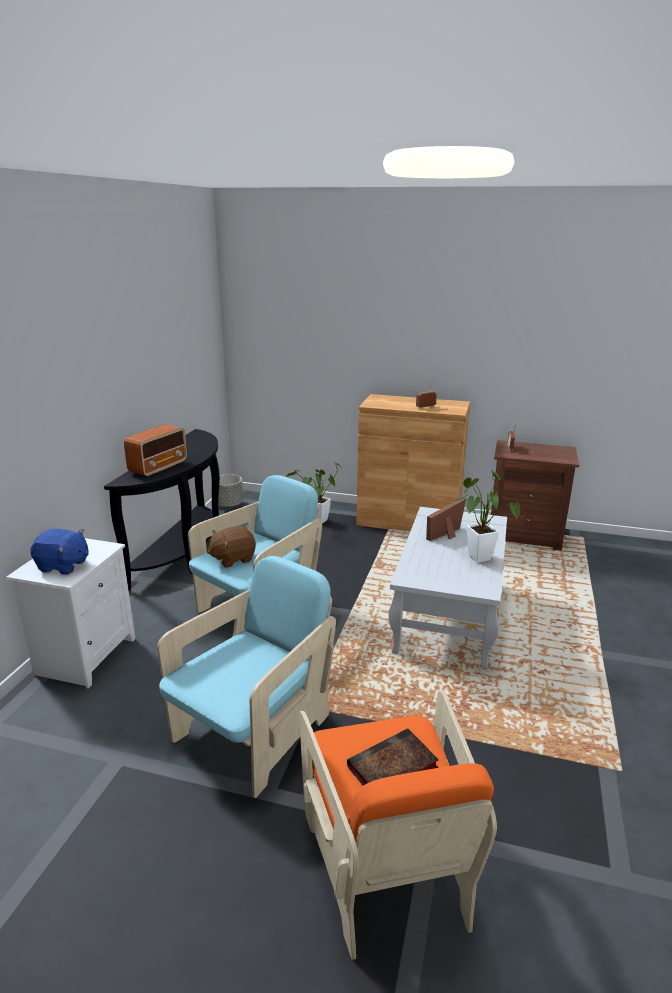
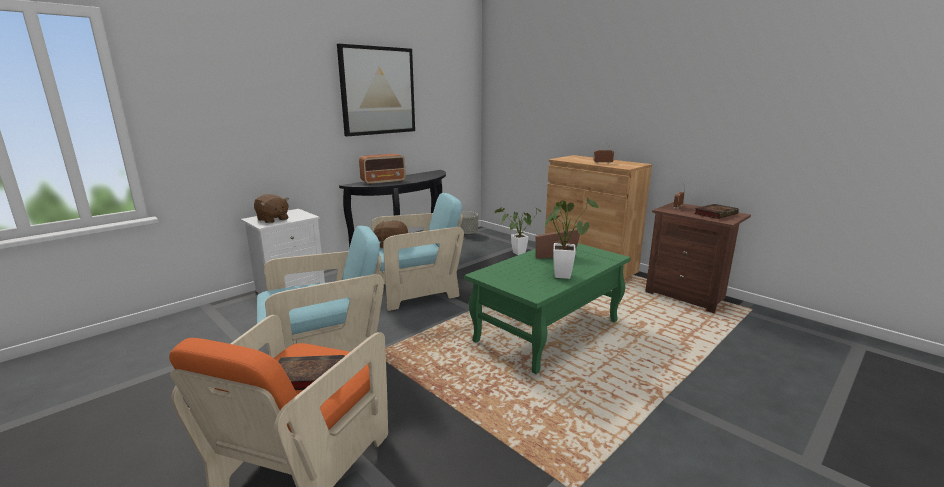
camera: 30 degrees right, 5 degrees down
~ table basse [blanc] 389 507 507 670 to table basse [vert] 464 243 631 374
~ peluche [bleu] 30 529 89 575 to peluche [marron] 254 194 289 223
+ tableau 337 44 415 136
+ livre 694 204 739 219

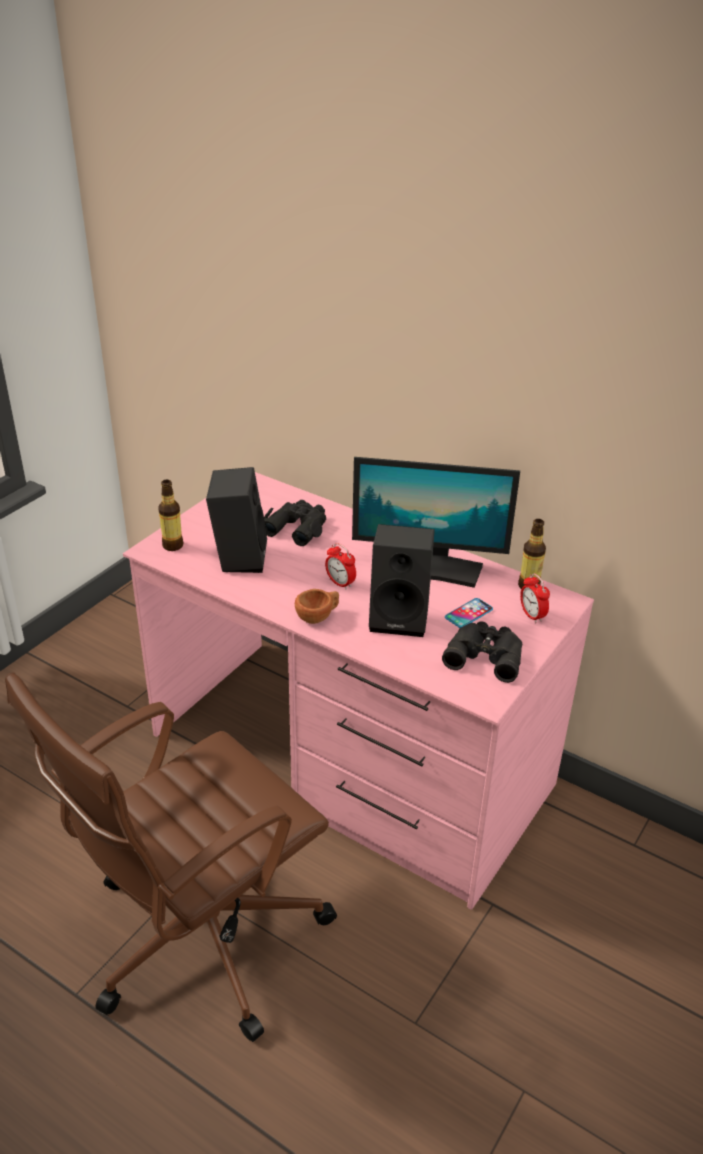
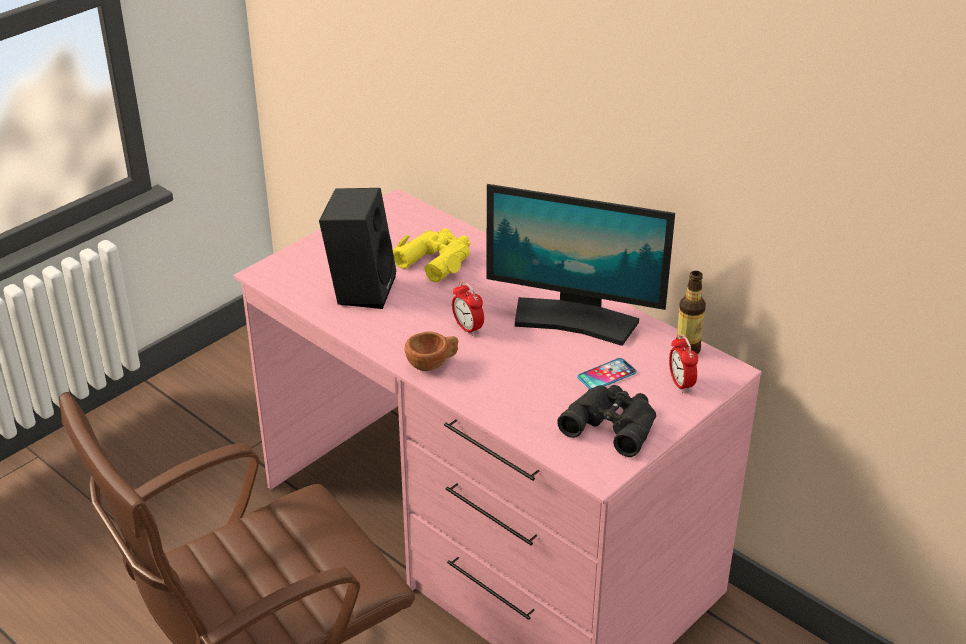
camera: 10 degrees right, 0 degrees up
- bouteille 158 480 183 551
~ jumelles [noir] 264 500 326 546 to jumelles [jaune] 393 228 470 282
- enceinte [noir] 369 524 435 637

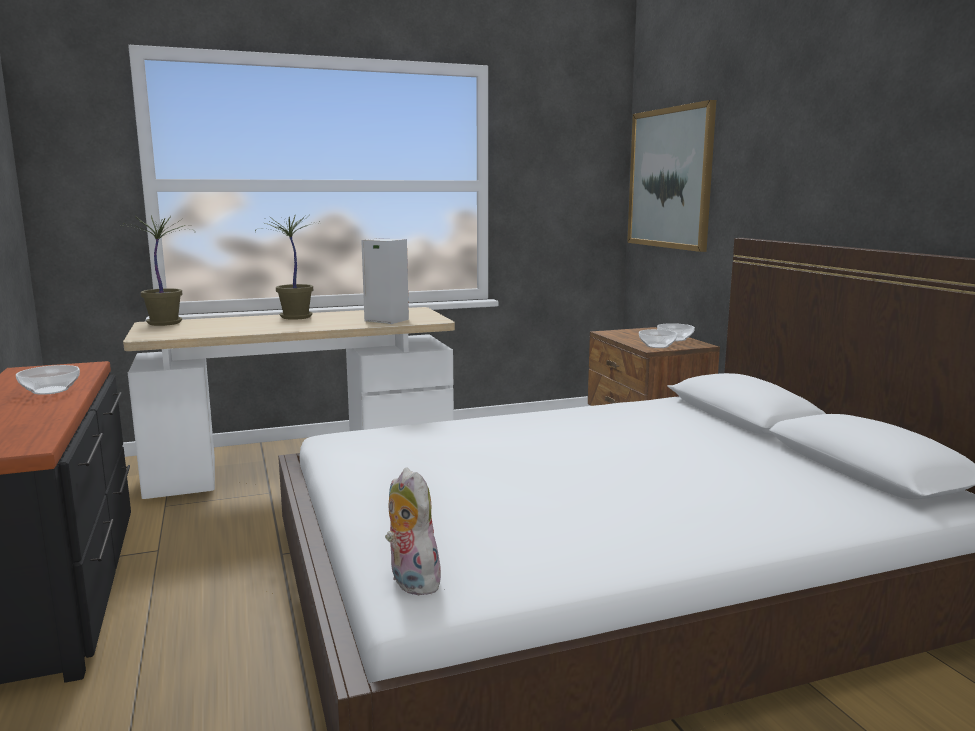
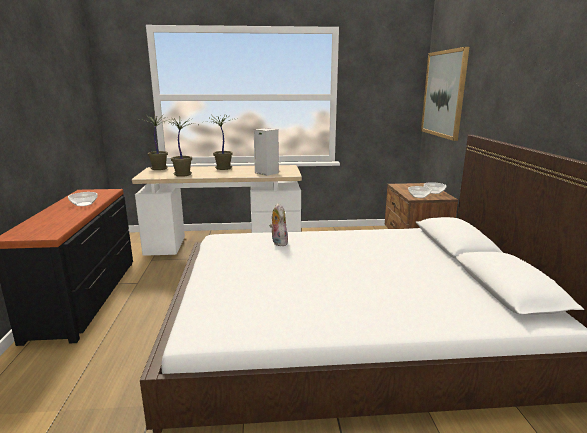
camera: 15 degrees right, 5 degrees up
~ peluche 385 468 441 595 to 269 203 288 246
+ plante en pot 162 116 199 177

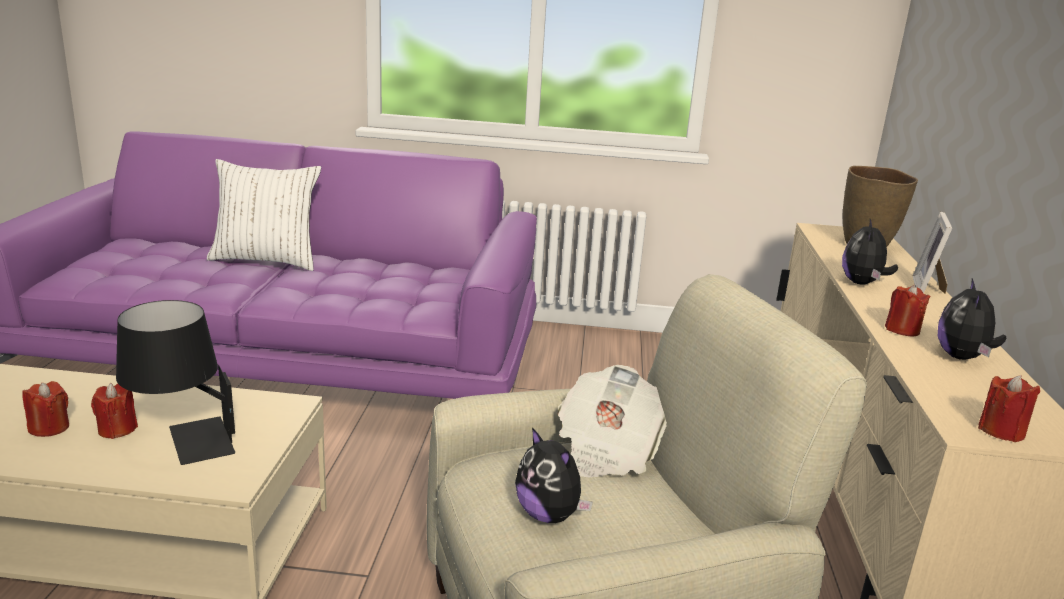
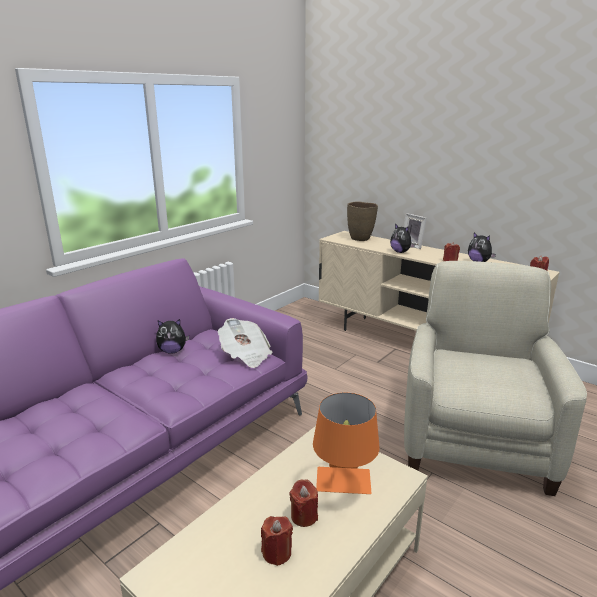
camera: 55 degrees left, 0 degrees up
- coussin [blanc] 207 159 321 271
~ lampe de table [noir] 116 300 235 465 to lampe de table [orange] 313 393 380 494
~ journal 557 365 667 478 to 218 318 273 368
~ peluche 515 427 593 523 to 156 319 189 354

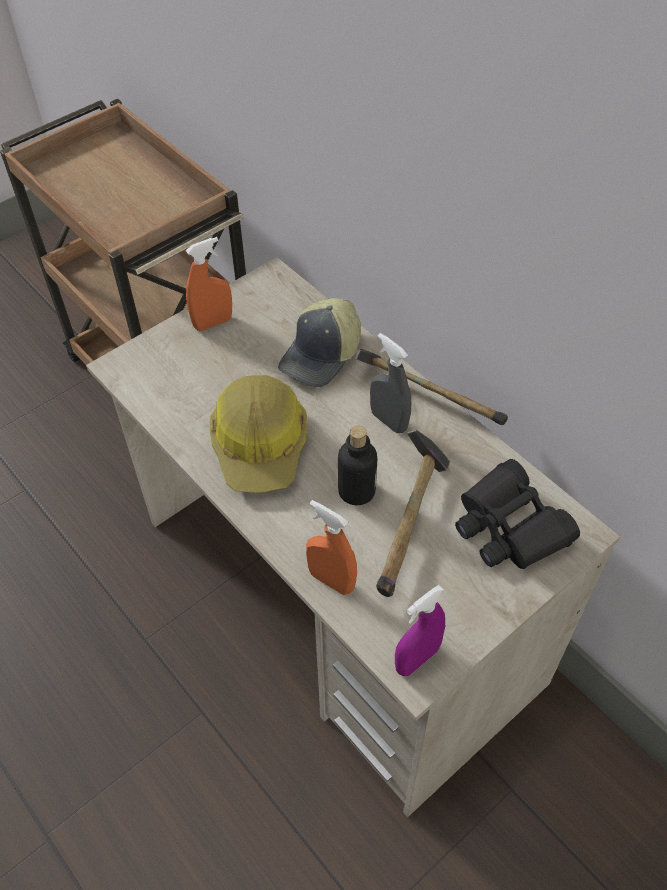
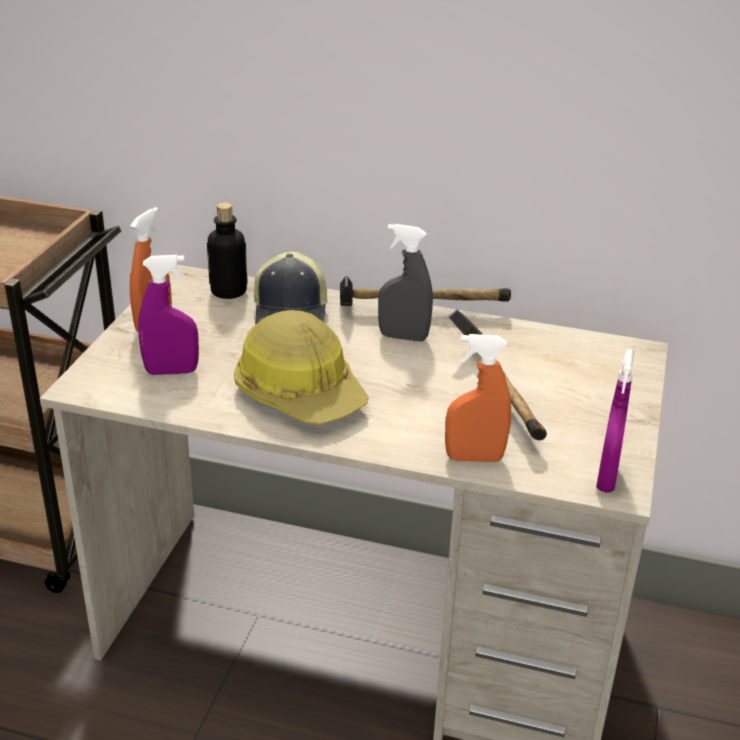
camera: 35 degrees left, 20 degrees down
~ bouteille 338 425 377 505 to 207 203 248 299
- jumelles [noir] 455 459 580 569
+ vaporisateur [violet] 138 255 199 375

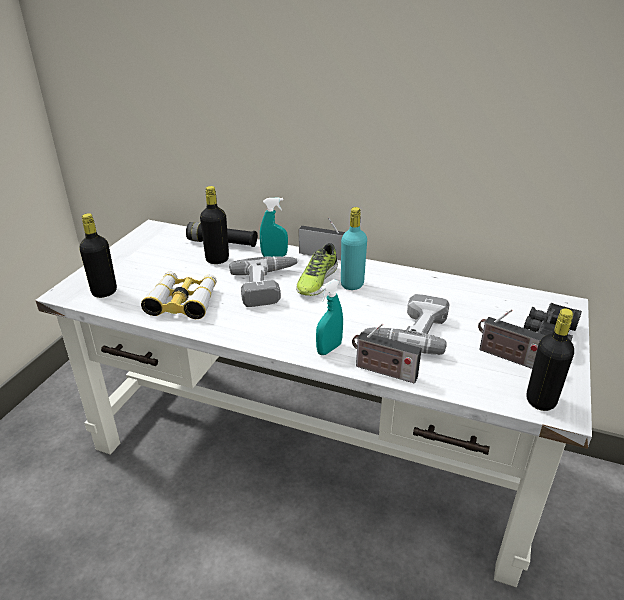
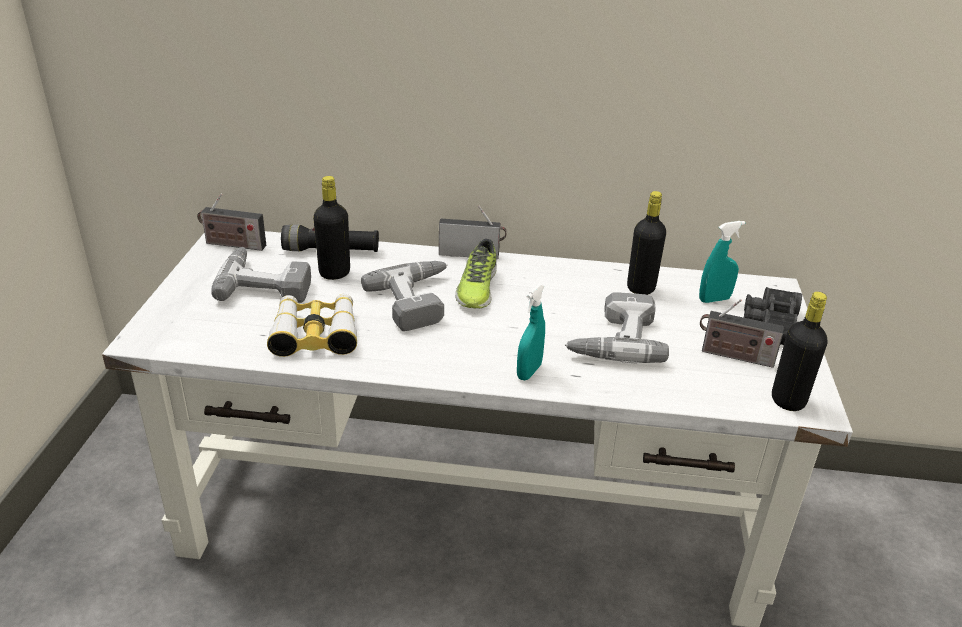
camera: 15 degrees left, 0 degrees up
~ vaporisateur [turquoise] 260 197 288 257 to 699 221 745 303
- bouteille [turquoise] 341 207 367 290
~ bouteille [noir] 79 213 117 298 to 627 191 666 295
~ radio 352 323 422 383 to 197 194 266 251
+ perceuse 211 247 311 303

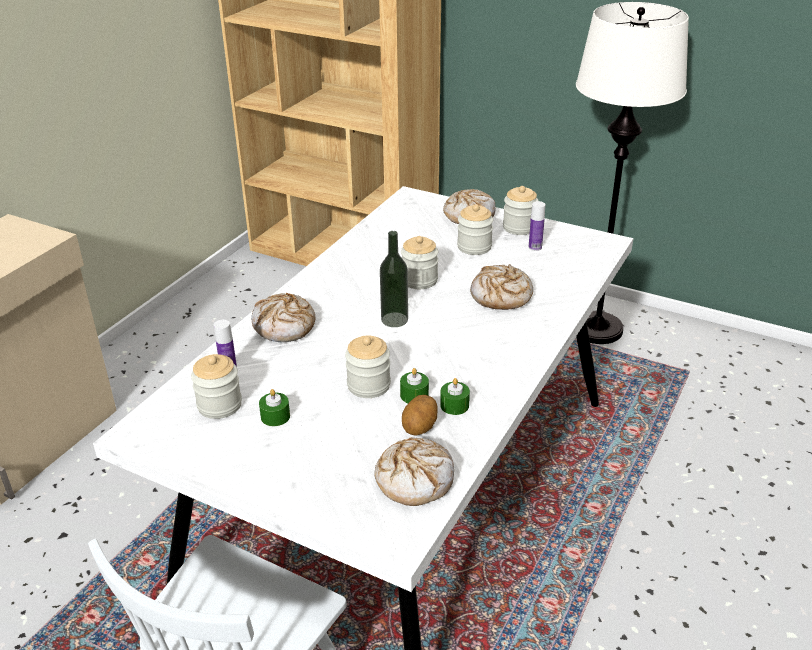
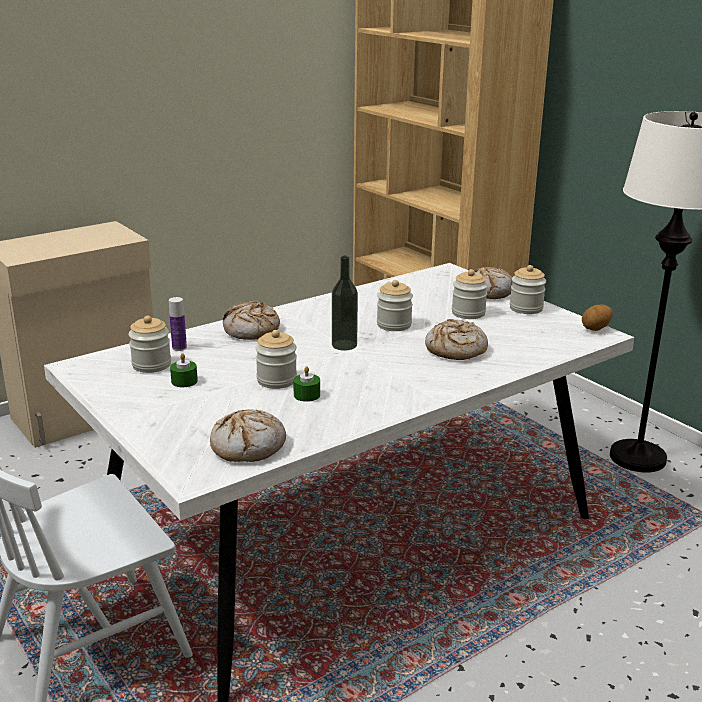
camera: 25 degrees right, 10 degrees down
- bouteille 529 201 545 251
- bougie [vert] 440 378 470 415
~ pomme de terre 402 395 438 436 to 582 304 613 331

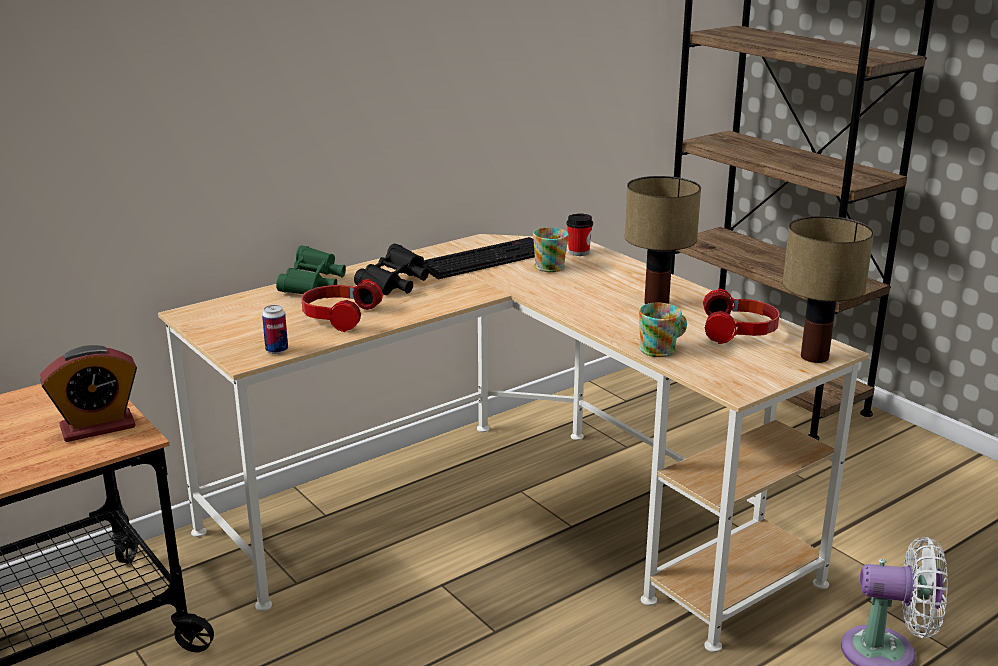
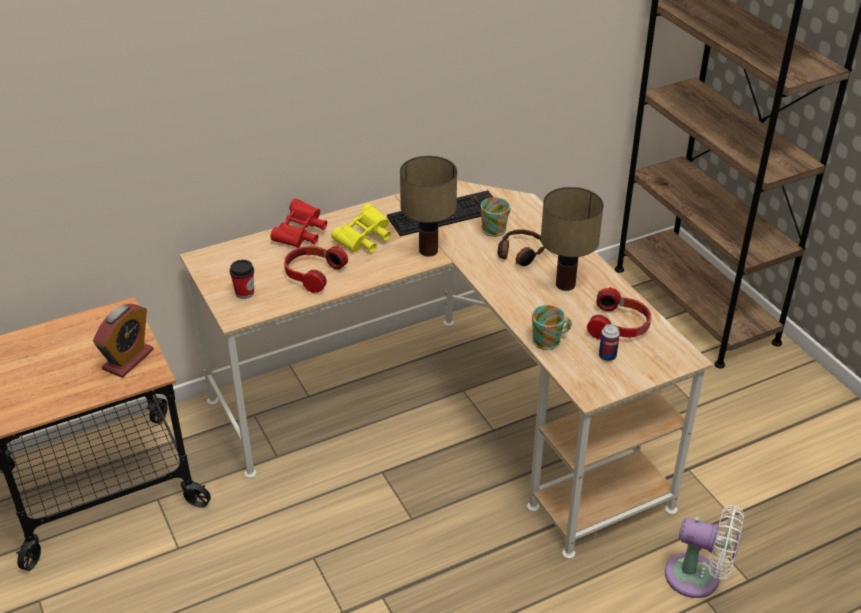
camera: 10 degrees right, 15 degrees up
~ tasse 567 213 593 256 to 230 260 254 299
~ lampe de table 783 216 874 363 to 400 156 457 257
~ jumelles [noir] 354 244 429 295 to jumelles [jaune] 331 203 391 253
~ jumelles [vert] 276 245 346 294 to jumelles [rouge] 270 199 327 248
~ boîte métallique 262 305 288 354 to 599 324 620 361
~ réveil 40 345 137 442 = 93 304 154 378 45 degrees counterclockwise
+ casque audio 498 229 545 266

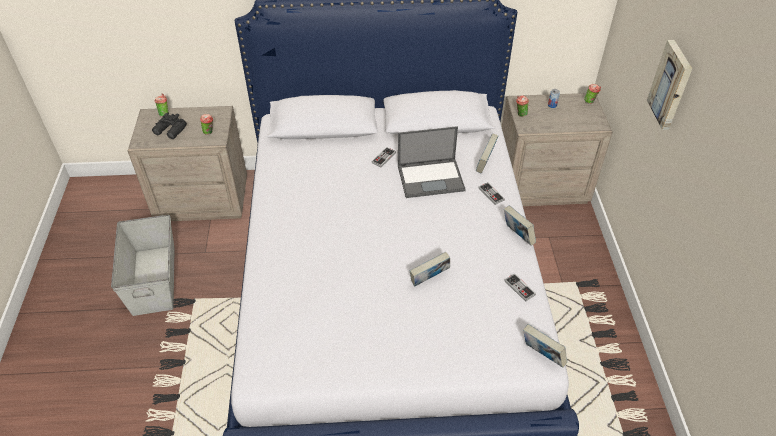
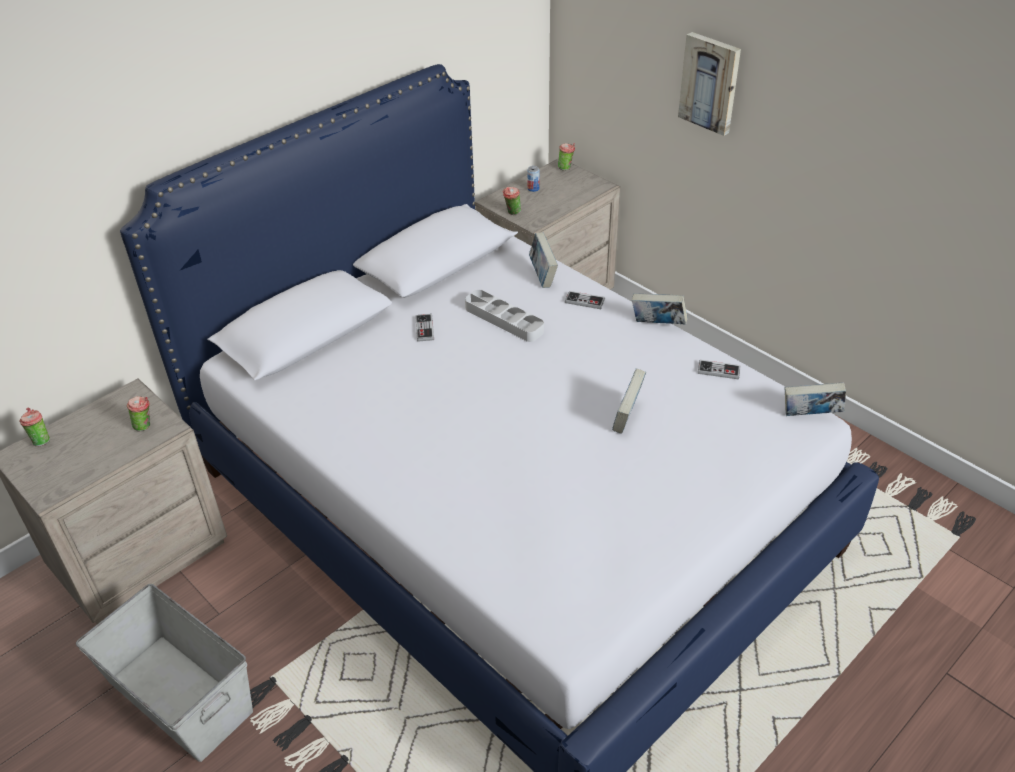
camera: 40 degrees left, 5 degrees down
- jumelles [noir] 152 112 187 139
~ ordinateur portable 398 126 466 198 to plateau [gris] 465 290 544 342

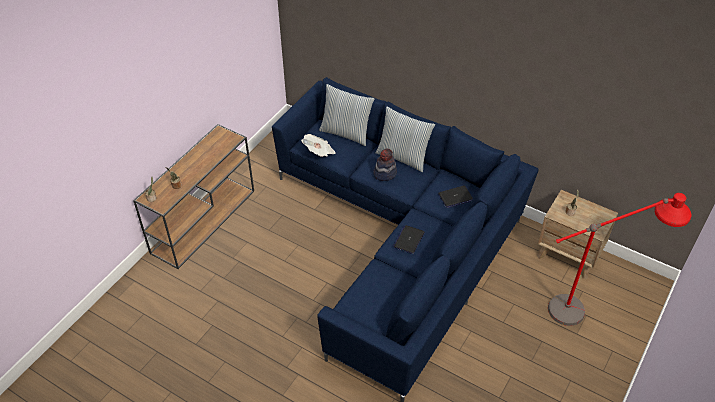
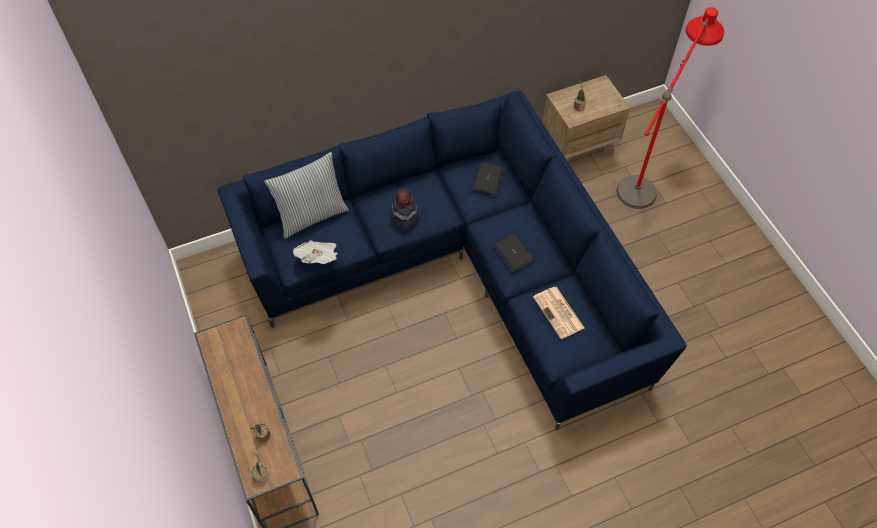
camera: 55 degrees left, 10 degrees up
- coussin 376 106 435 172
+ journal 533 287 584 339

